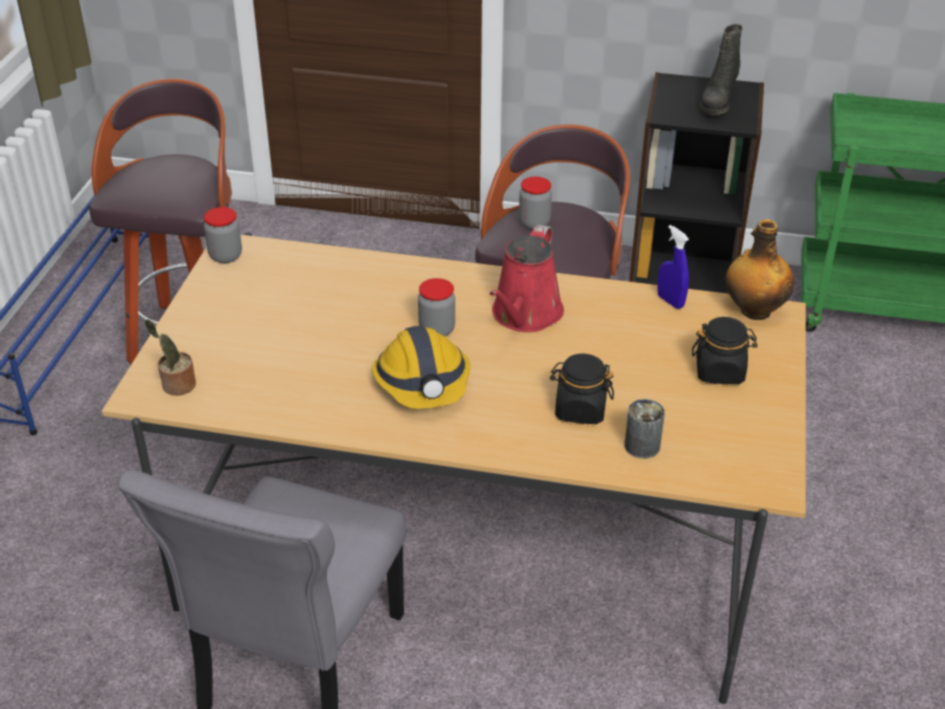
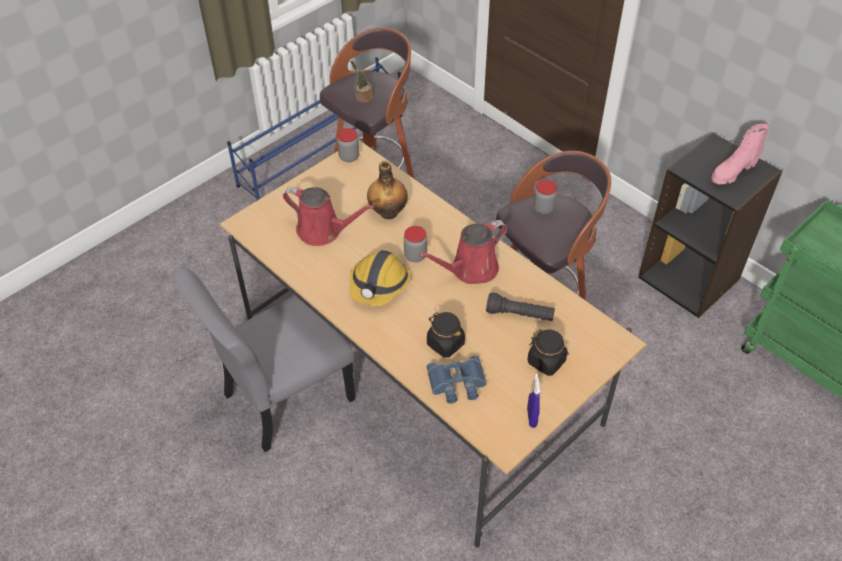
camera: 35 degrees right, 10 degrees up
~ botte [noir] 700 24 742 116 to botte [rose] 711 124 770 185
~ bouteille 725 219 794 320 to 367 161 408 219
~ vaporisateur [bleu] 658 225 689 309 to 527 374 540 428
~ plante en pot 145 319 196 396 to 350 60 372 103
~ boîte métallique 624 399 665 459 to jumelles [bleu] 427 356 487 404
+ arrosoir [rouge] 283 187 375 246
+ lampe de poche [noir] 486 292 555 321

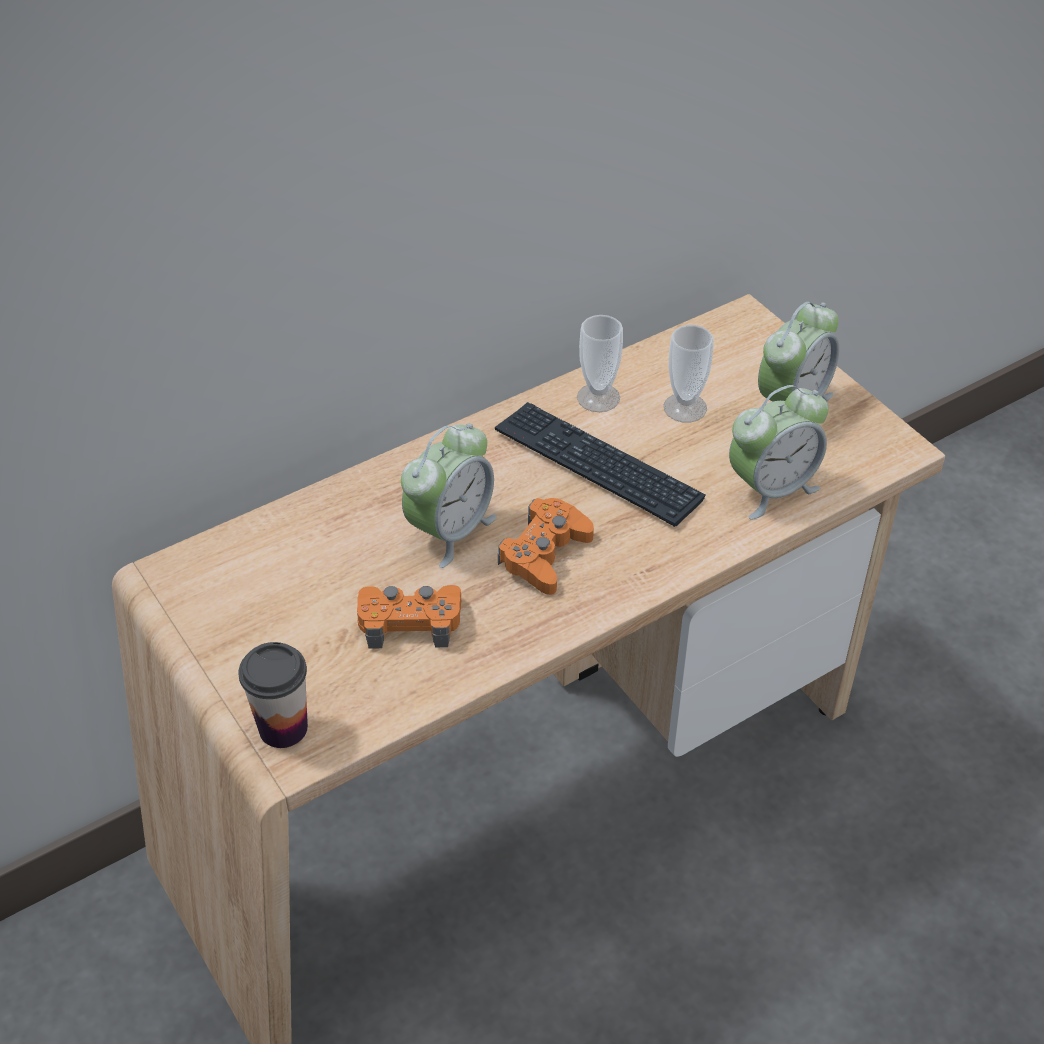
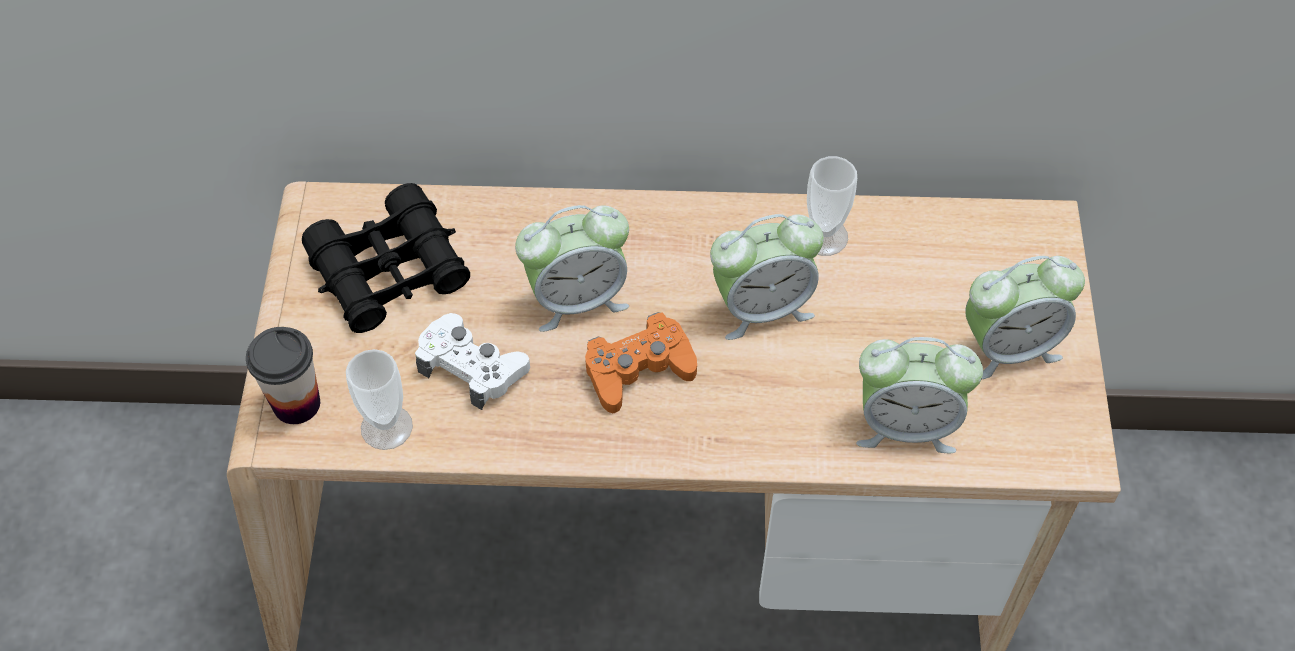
camera: 35 degrees right, 10 degrees up
~ tasse 664 325 714 423 to 346 349 413 450
~ clavier 495 402 706 527 to réveil 710 214 824 340
~ manette [orange] 357 585 461 649 to manette [blanc] 415 313 530 410
+ jumelles [noir] 302 183 470 333

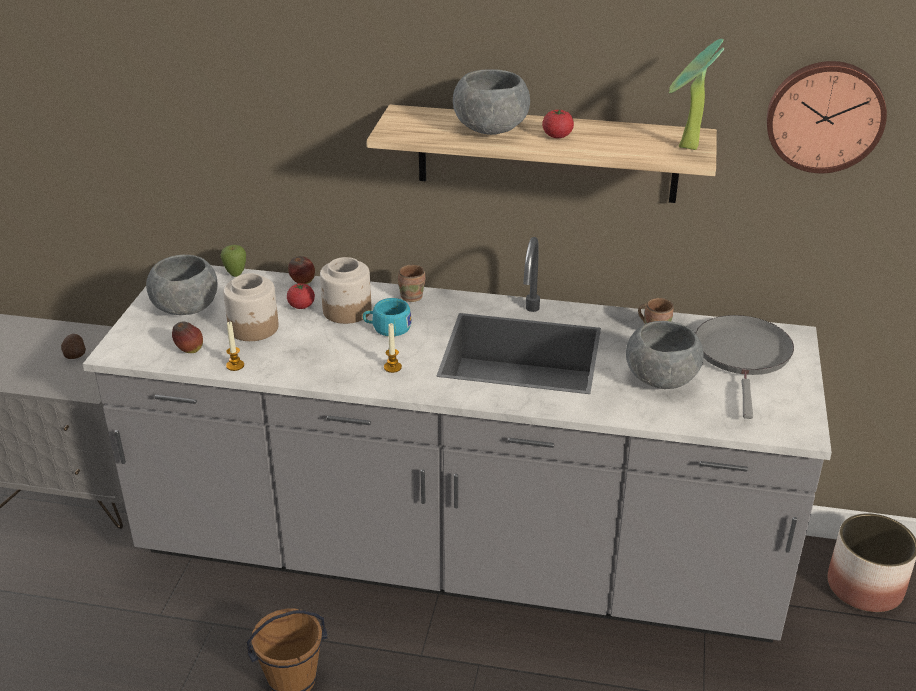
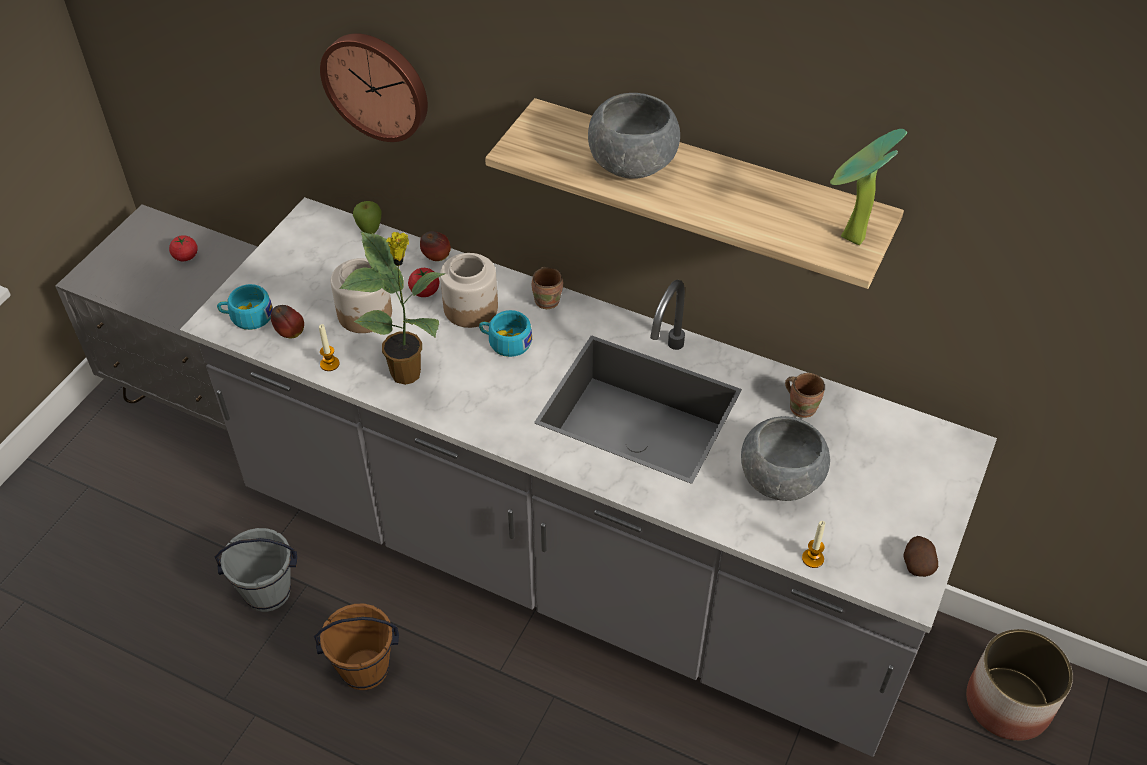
camera: 15 degrees right, 15 degrees up
~ horloge murale 767 61 887 173 to 320 33 428 142
~ tomate 542 109 574 138 to 169 235 197 261
- bol [gris] 146 255 217 315
- poêle [gris] 695 315 794 419
~ bougie 384 323 402 373 to 802 521 825 568
~ pomme de terre 61 334 86 359 to 903 536 938 577
+ plante en pot 339 231 446 385
+ tasse [turquoise] 217 284 273 330
+ seau [gris] 214 528 297 612

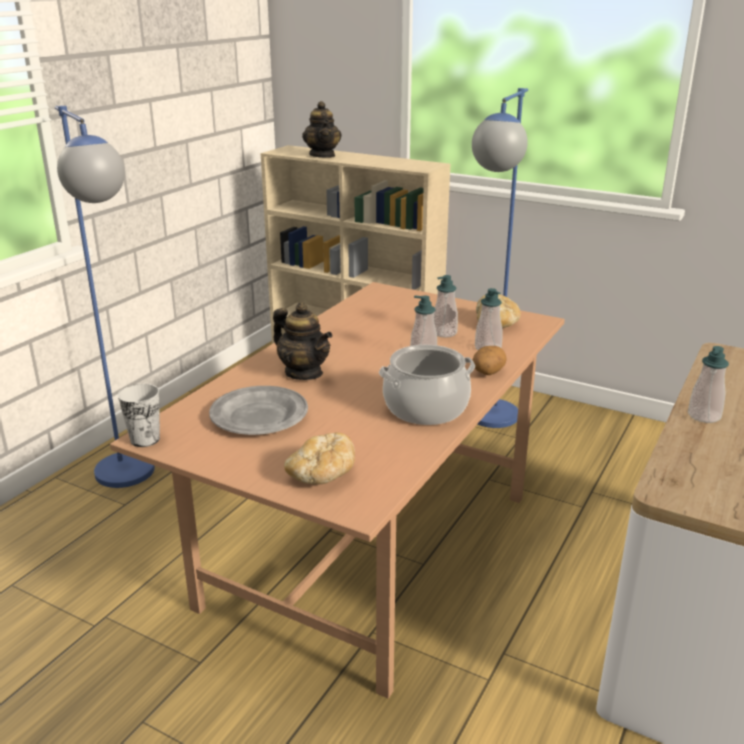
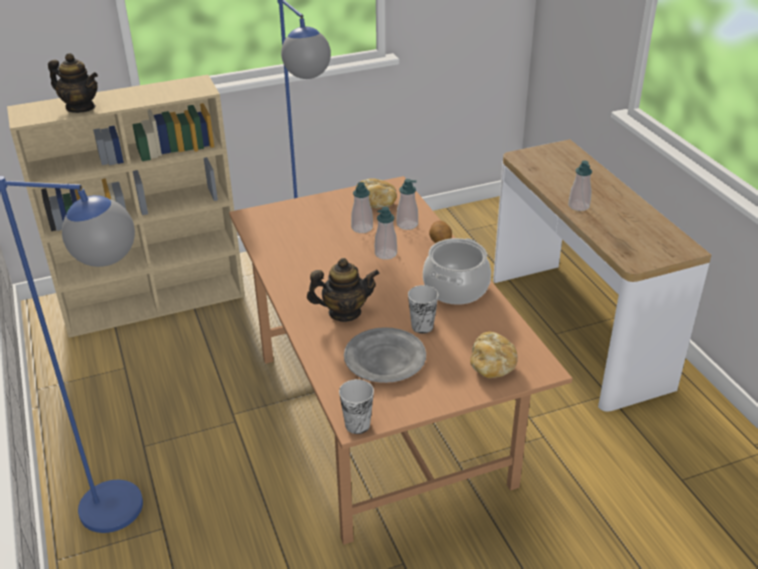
camera: 50 degrees left, 10 degrees up
+ tasse 408 285 438 334

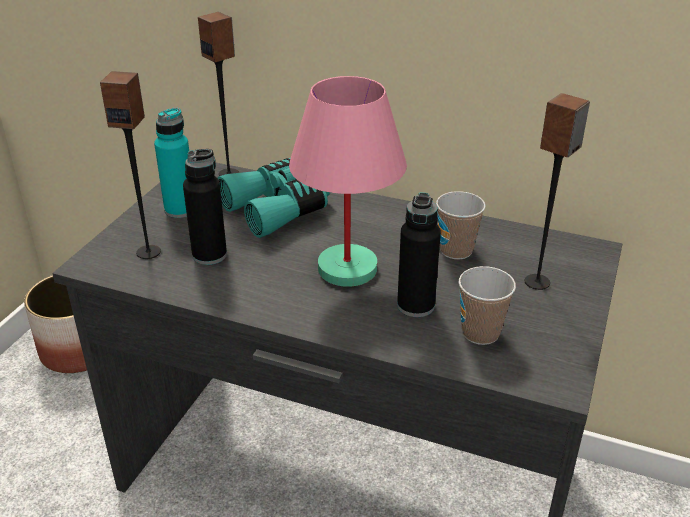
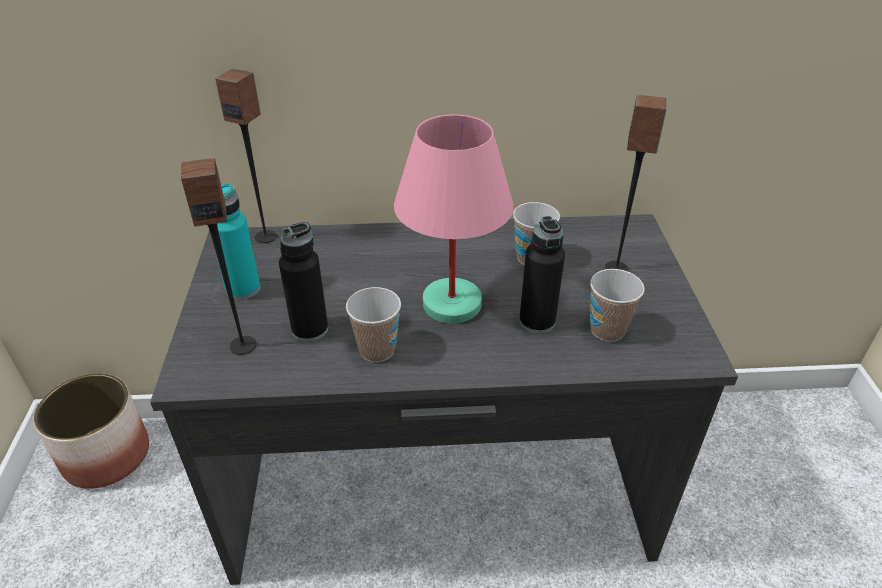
camera: 25 degrees left, 5 degrees up
- jumelles [turquoise] 217 158 331 238
+ tasse 346 287 401 362

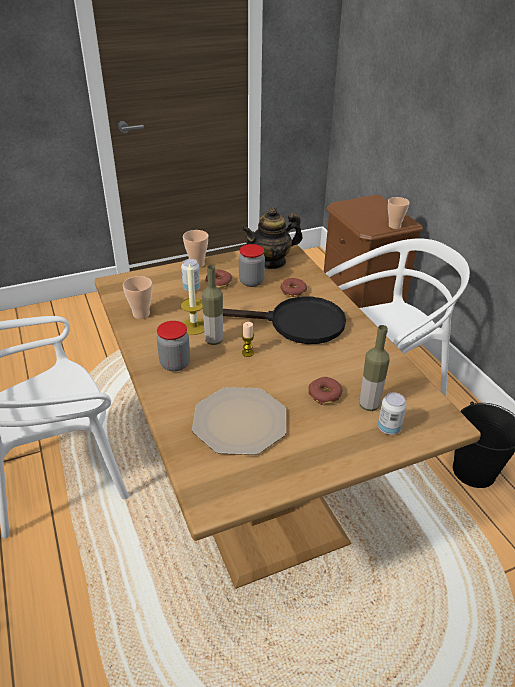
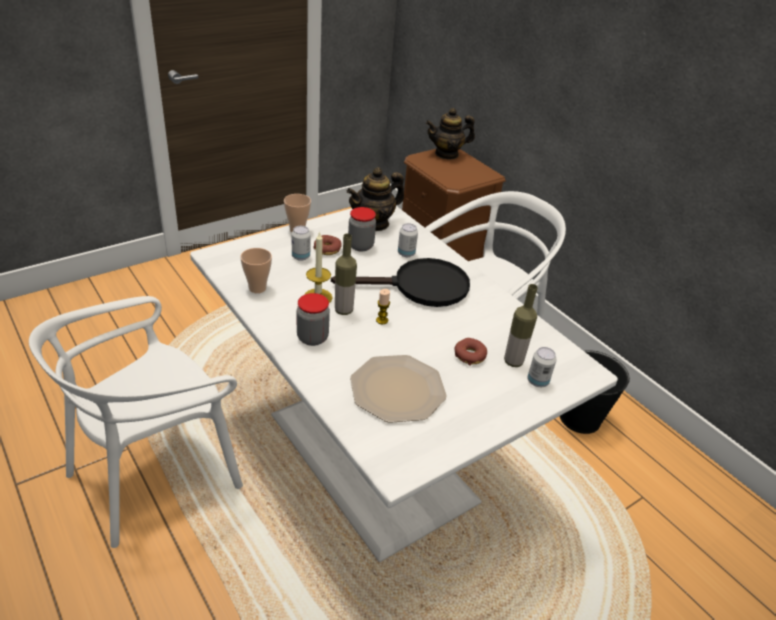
camera: 15 degrees left, 0 degrees up
- tasse 388 197 410 229
~ table à manger [marron] 94 245 481 589 to table à manger [blanc] 190 206 618 562
~ beignet 281 278 307 297 to boîte métallique 398 223 418 257
+ théière 426 108 475 160

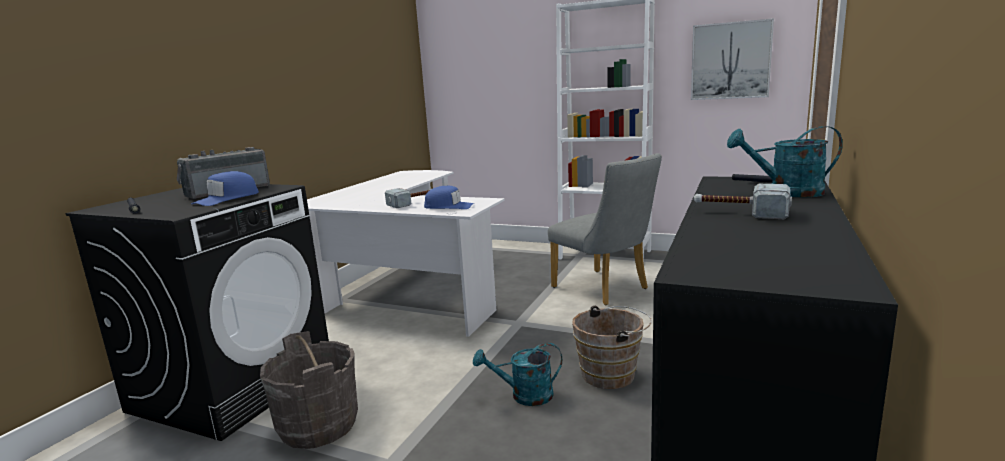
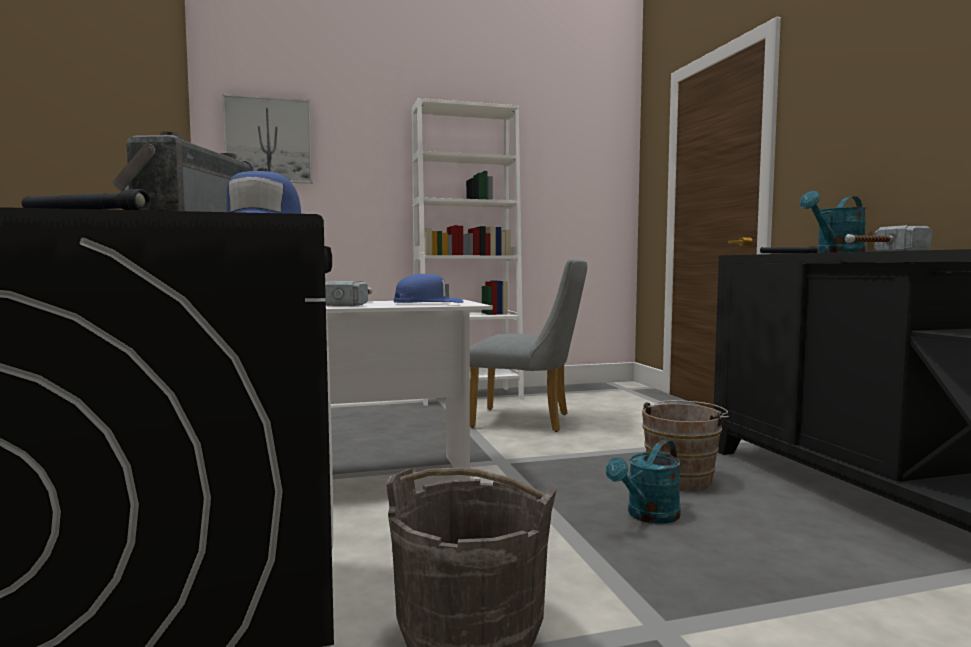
camera: 40 degrees left, 10 degrees down
~ tableau 691 18 774 100 to 222 94 312 184

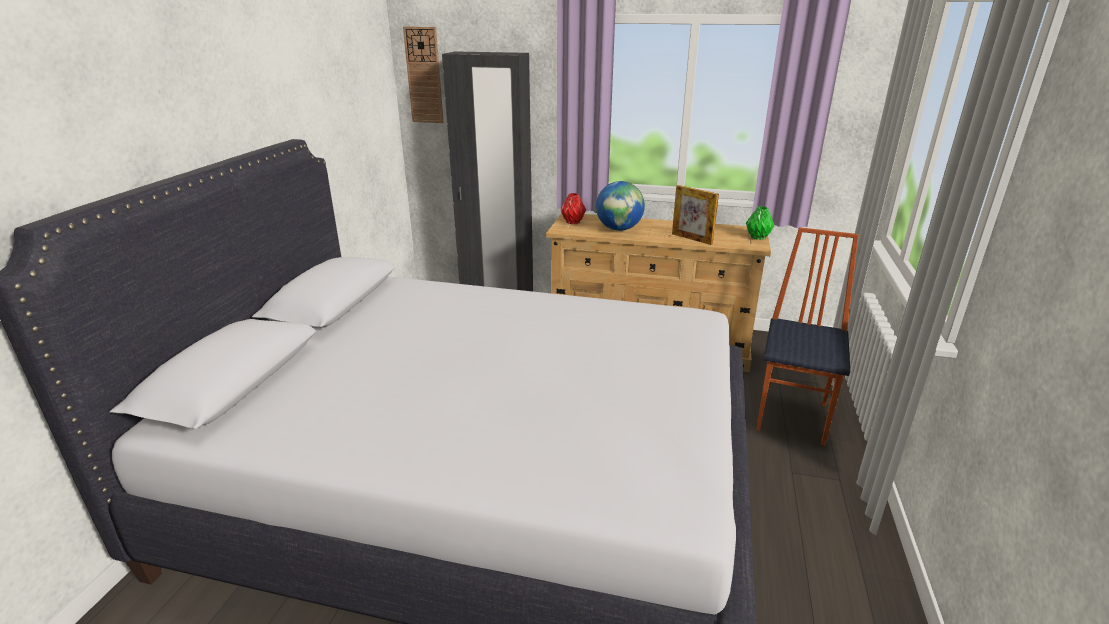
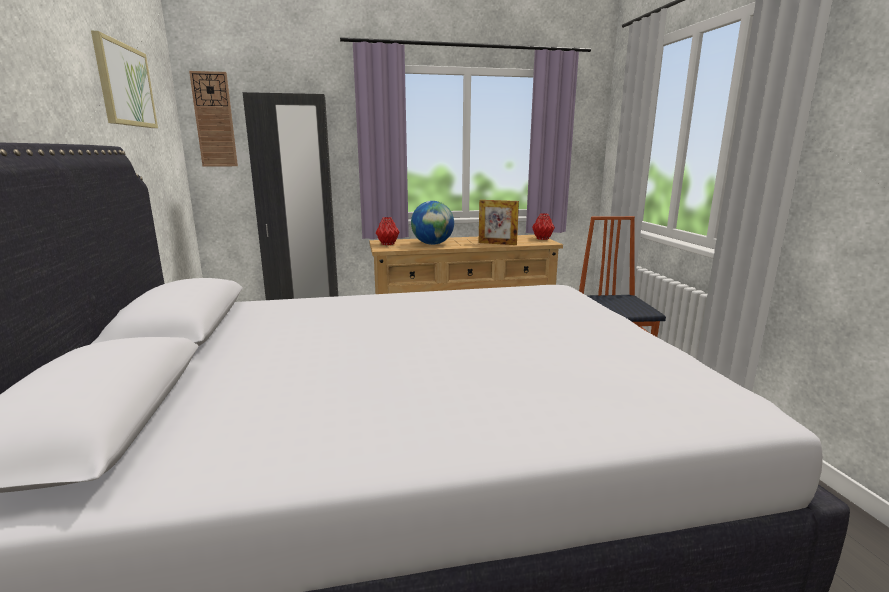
camera: 25 degrees left, 10 degrees down
~ vase [vert] 746 206 774 240 to vase [rouge] 532 213 555 240
+ tableau 91 31 158 128

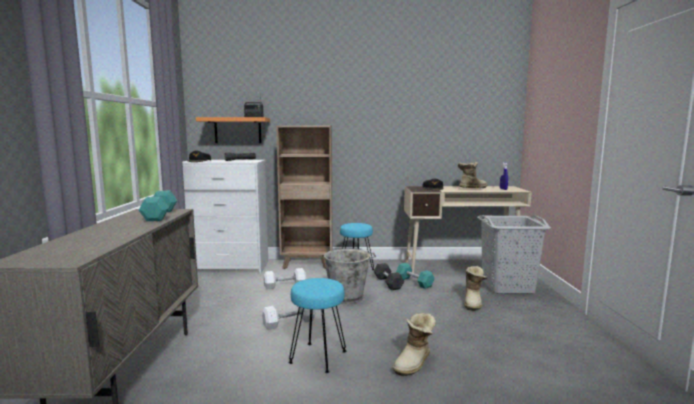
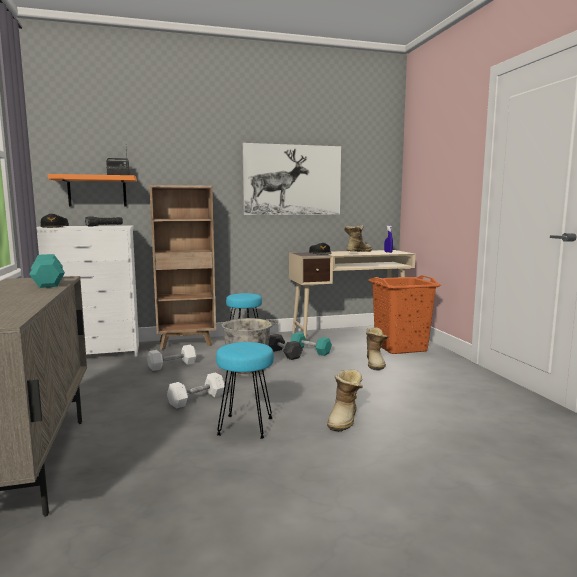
camera: 15 degrees left, 0 degrees up
~ panier à linge [gris] 477 215 551 294 to panier à linge [orange] 368 275 441 354
+ tableau 243 143 341 215

